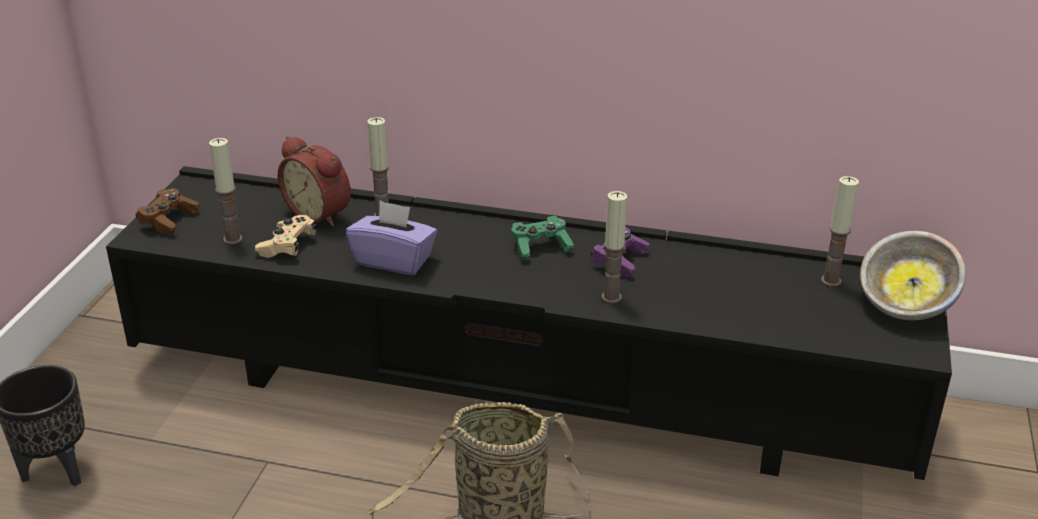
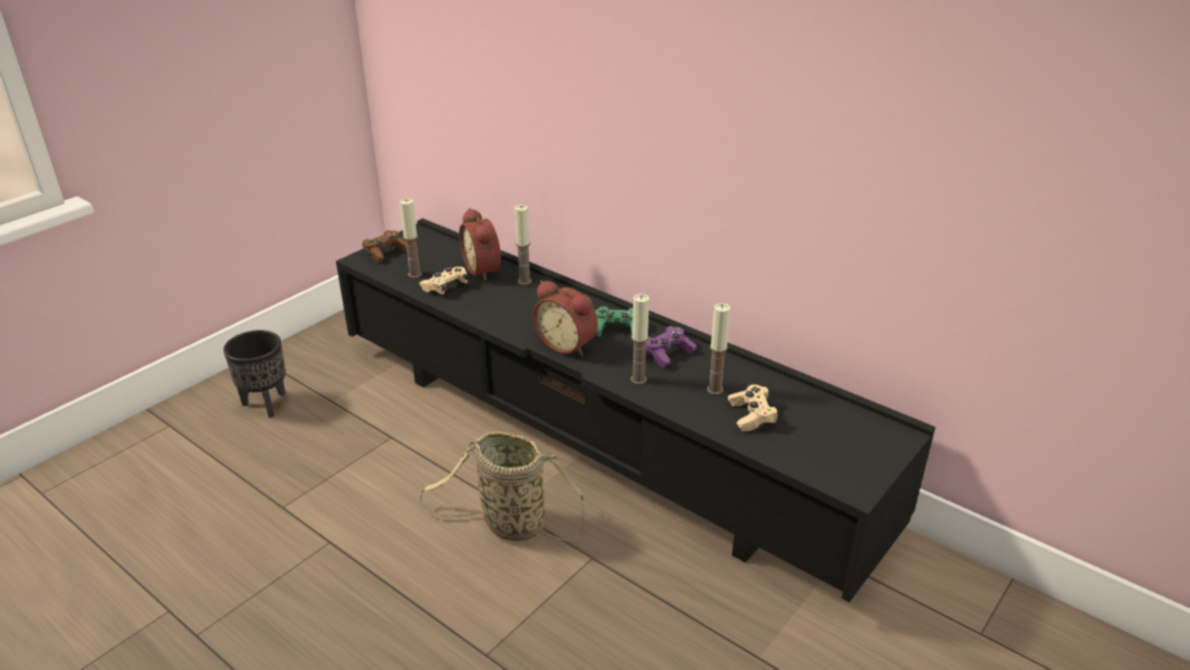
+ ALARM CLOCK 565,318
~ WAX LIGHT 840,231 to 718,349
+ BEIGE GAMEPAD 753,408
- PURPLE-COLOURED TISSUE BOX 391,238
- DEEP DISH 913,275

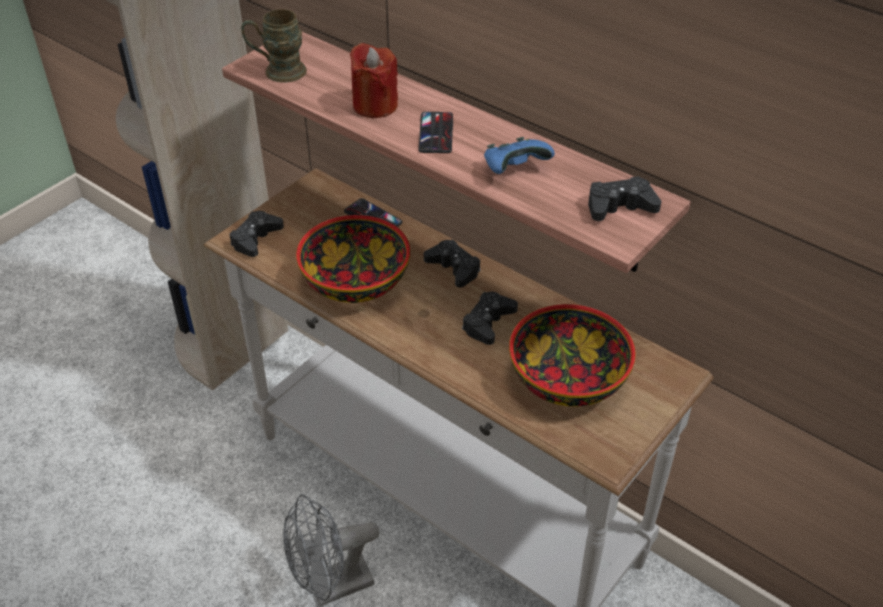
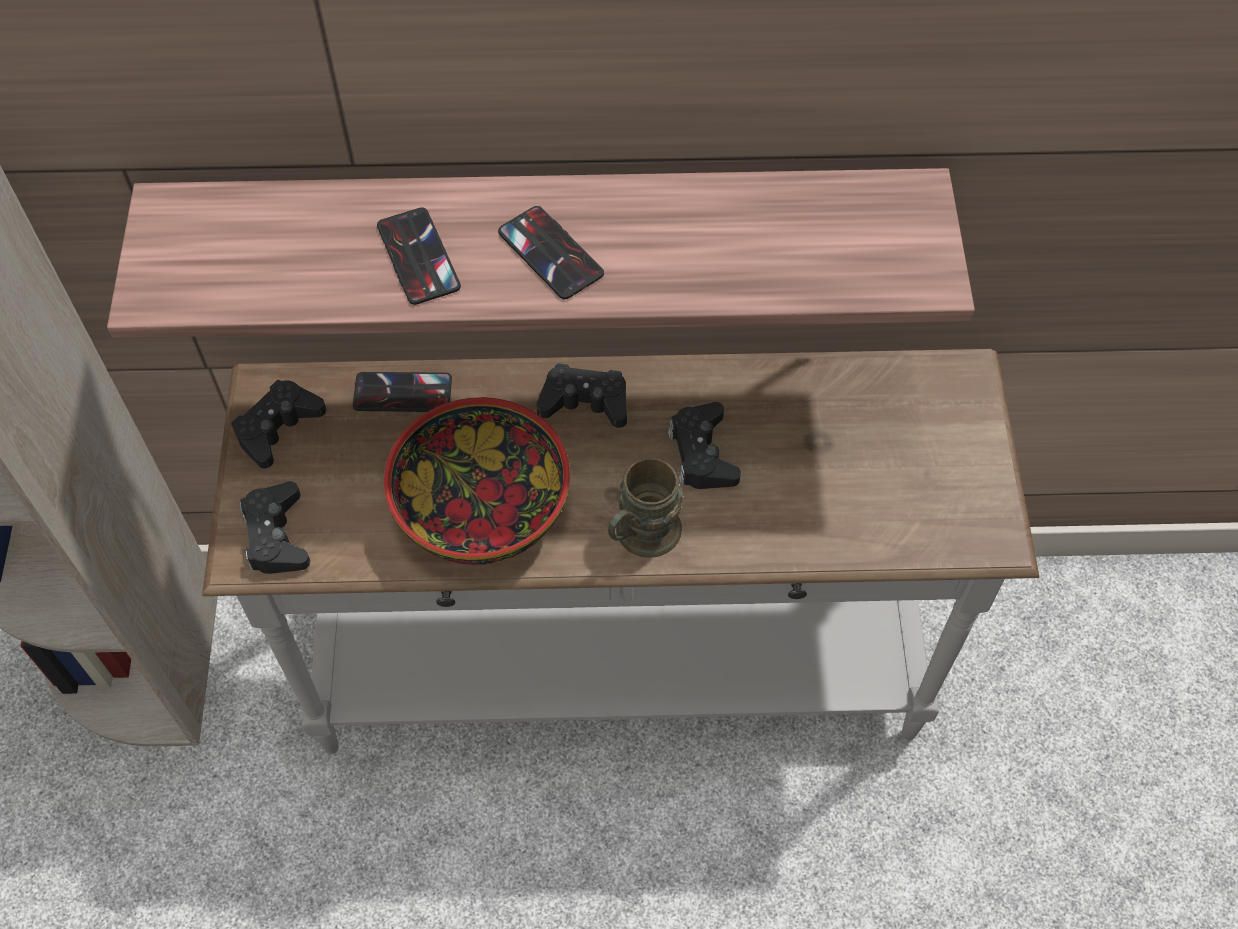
~ BLACK-COLOURED GAMEPAD 624,198 to 278,424
~ RED WAX LIGHT 374,80 to HANDSET 419,256
~ BROWN-COLOURED COFFEE MUG 274,46 to 645,508
- GREYISH ELECTRIC FAN 331,550
- BLUE GAMEPAD 519,155
- DEEP DISH 572,355

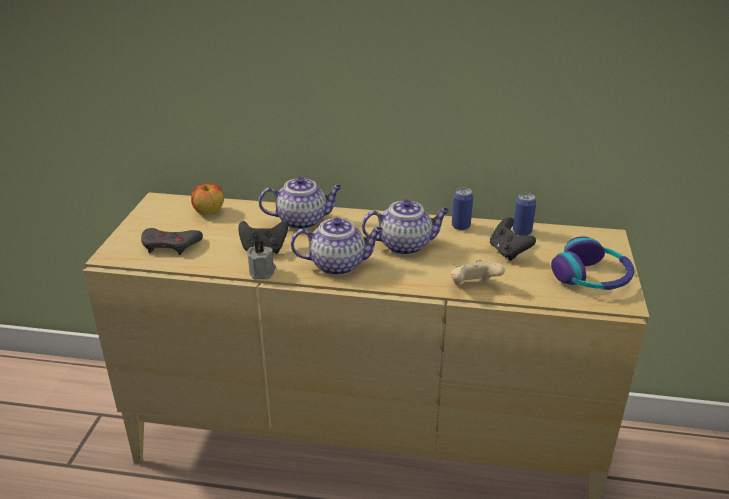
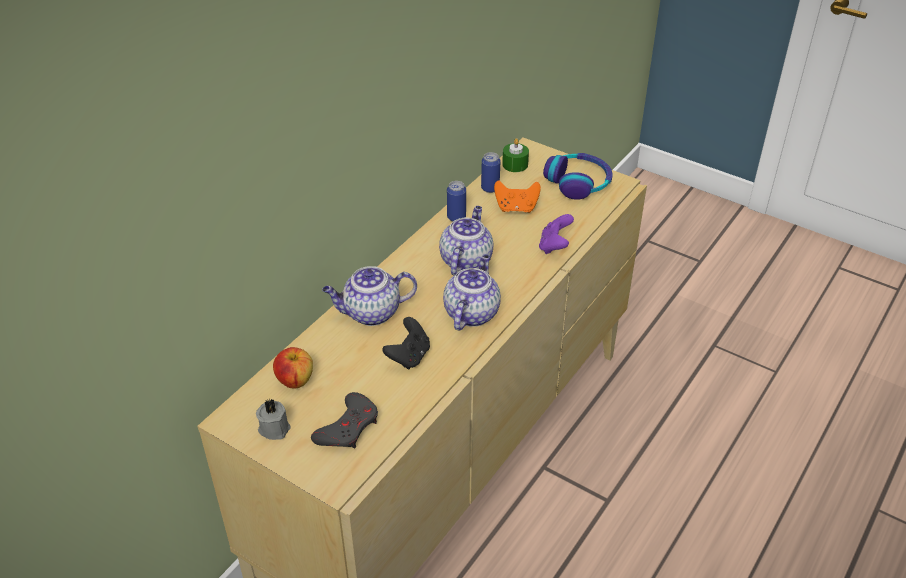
~ GREYISH WAX LIGHT 261,260 to 273,419
~ TEA POT 300,203 = 369,296 120 degrees counterclockwise
~ BLACK-COLOURED GAMEPAD 513,239 to ORANGE-COLOURED GAMEPAD 517,197
+ GREEN-COLOURED WAX LIGHT 515,155
~ BEIGE GAMEPAD 478,272 to PURPLE-COLOURED GAMEPAD 556,234

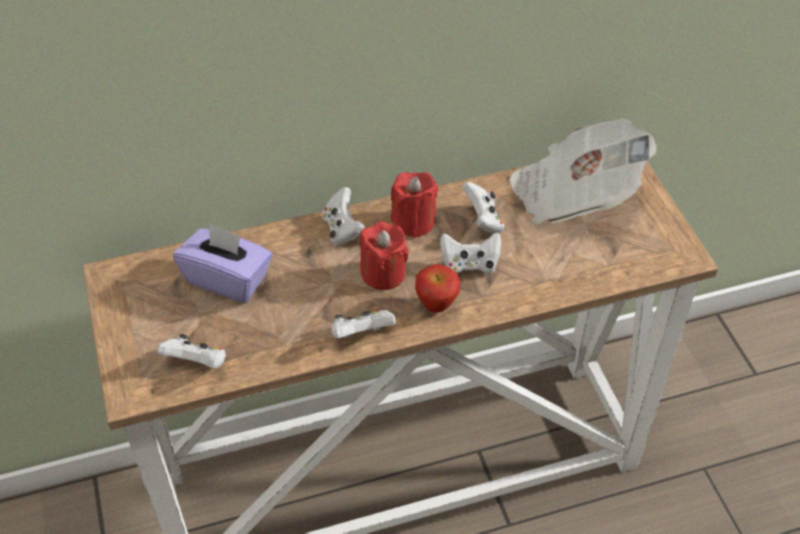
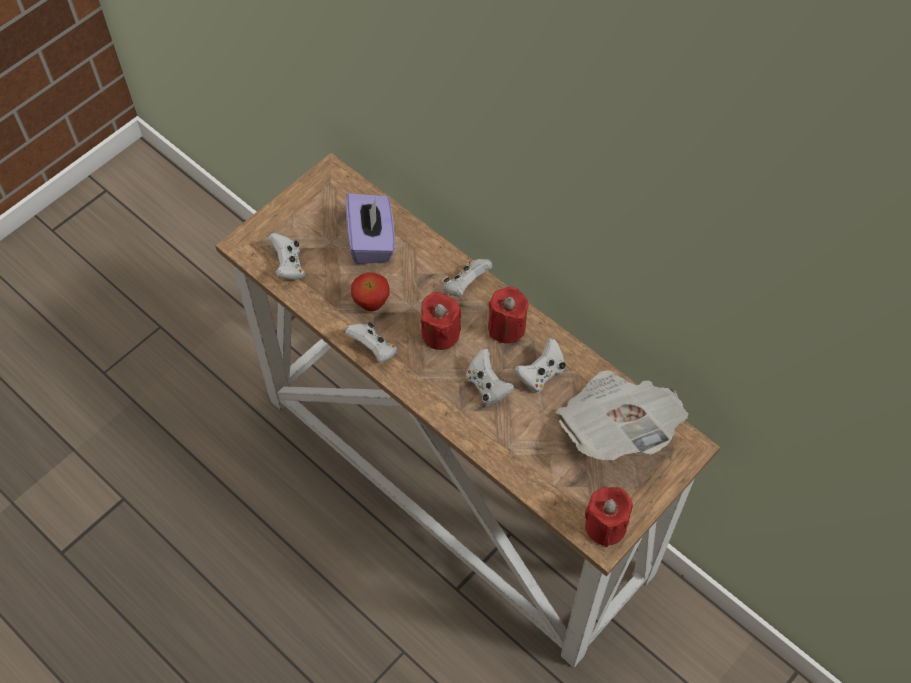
~ WHOLE APPLE 437,288 to 370,292
+ RED WAX LIGHT 609,517

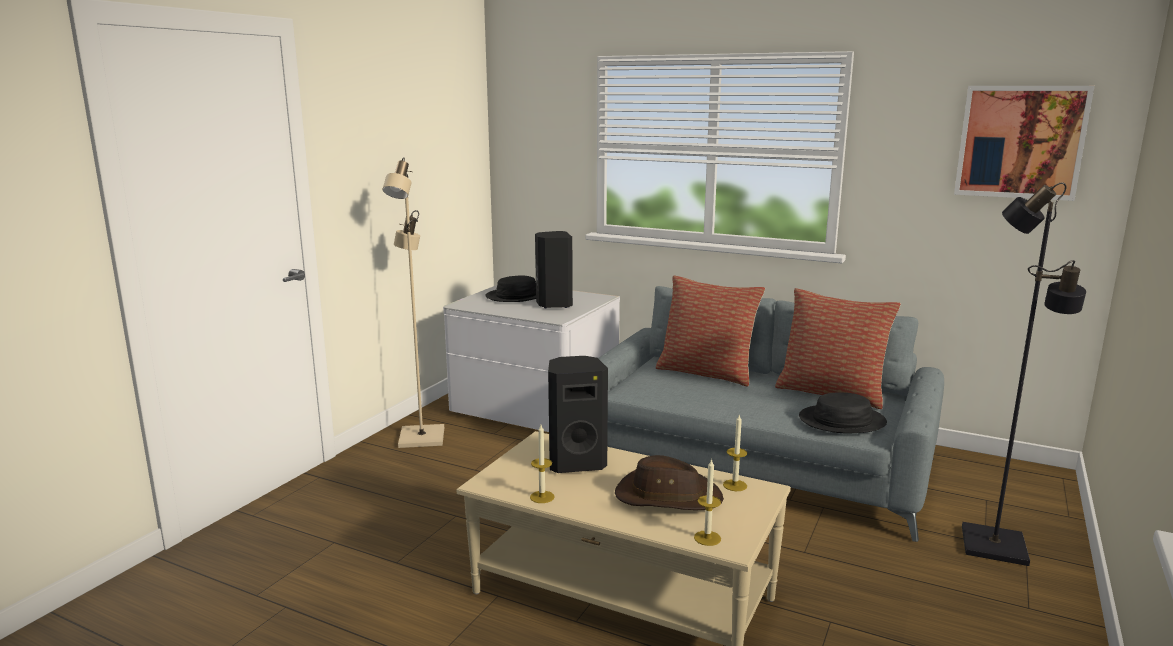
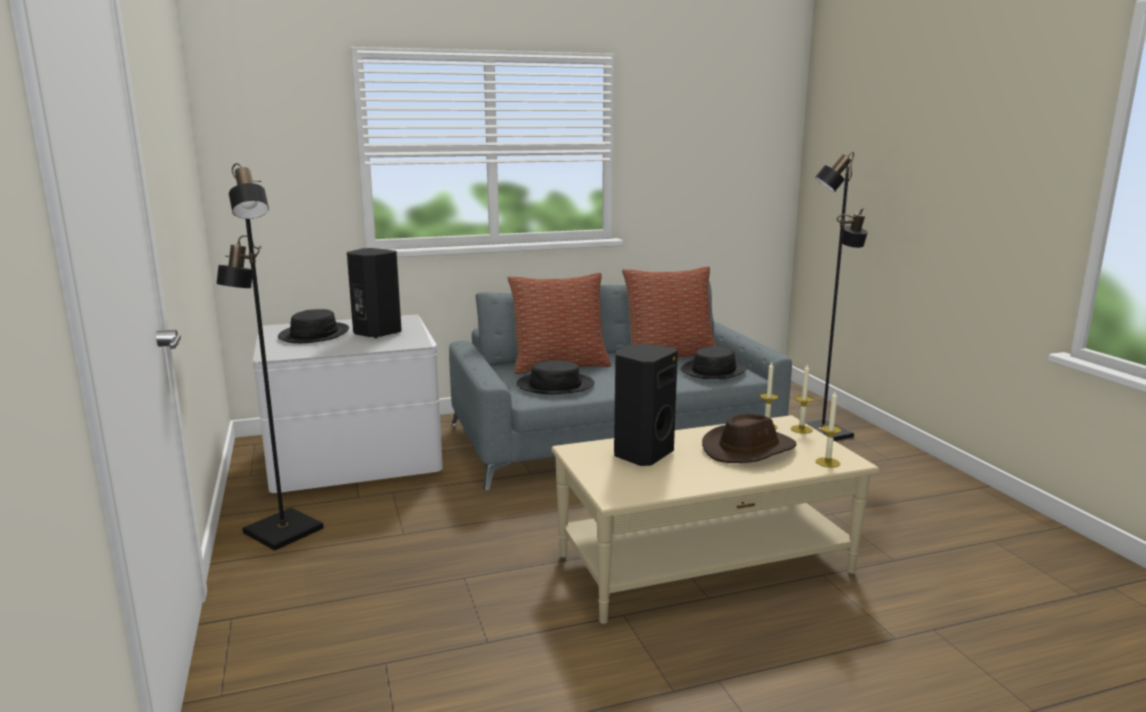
~ BEIGE FLOOR LAMP 413,302 to BLACK-COLOURED FLOOR LAMP 270,356
+ BLACK-COLOURED WEARABLE HAT 555,377
~ WAX LIGHT 542,464 to 802,399
- WALL PICTURE 1024,143

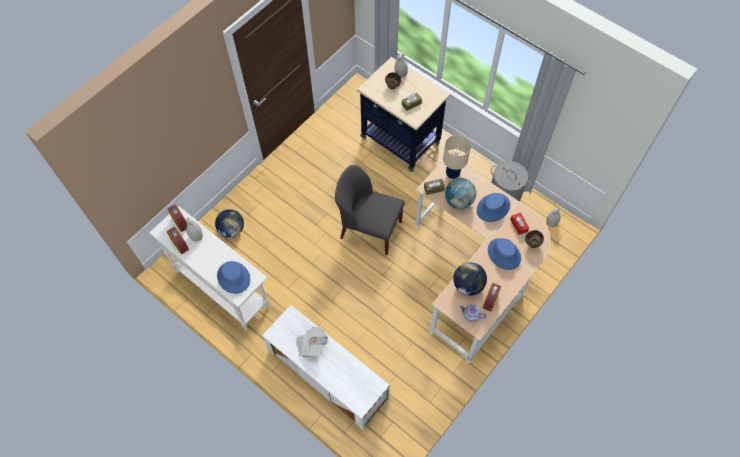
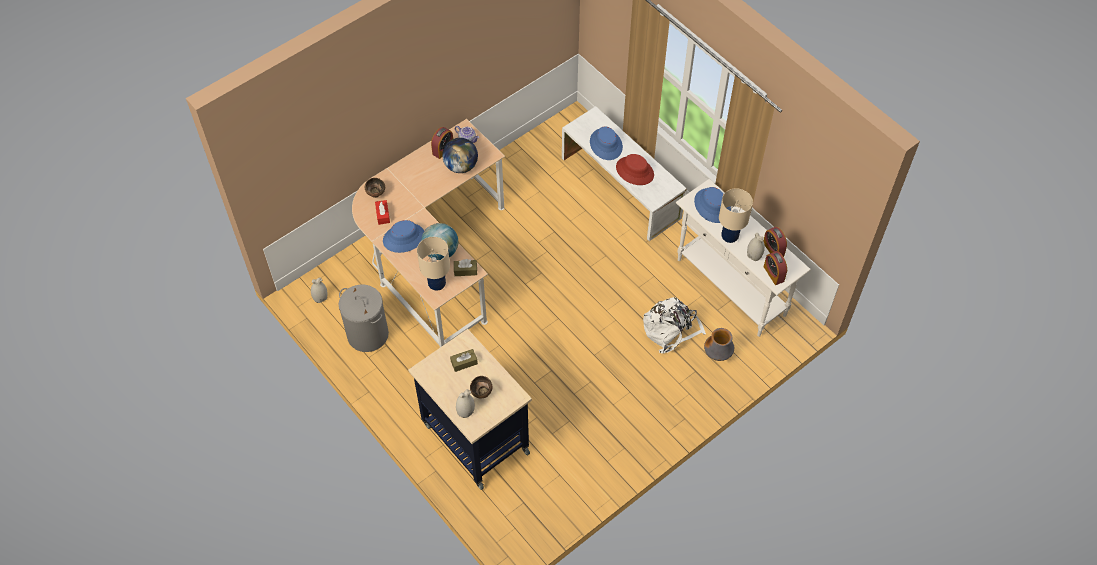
~ BLUE WEARABLE HAT 504,254 to 606,143
~ DAILY PAPER 311,342 to RED WEARABLE HAT 635,169
+ WHITE RUCKSACK 674,325
~ WORLD GLOBE 229,223 to DECORATIVE VASE 719,344
+ BEIGE TABLETOP LAMP 736,215
- GREYISH UPRIGHT CHAIR 370,210

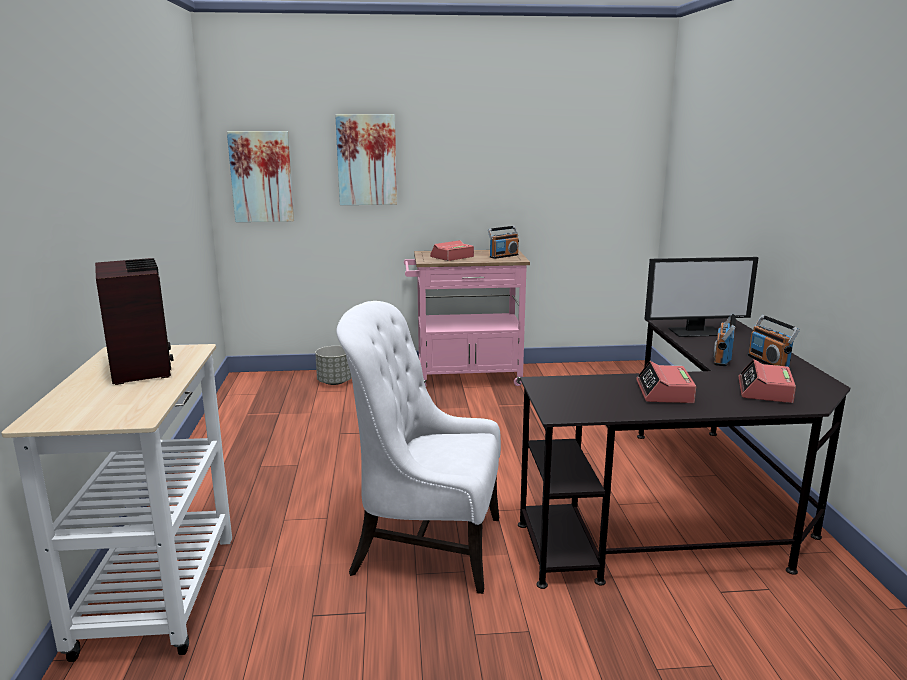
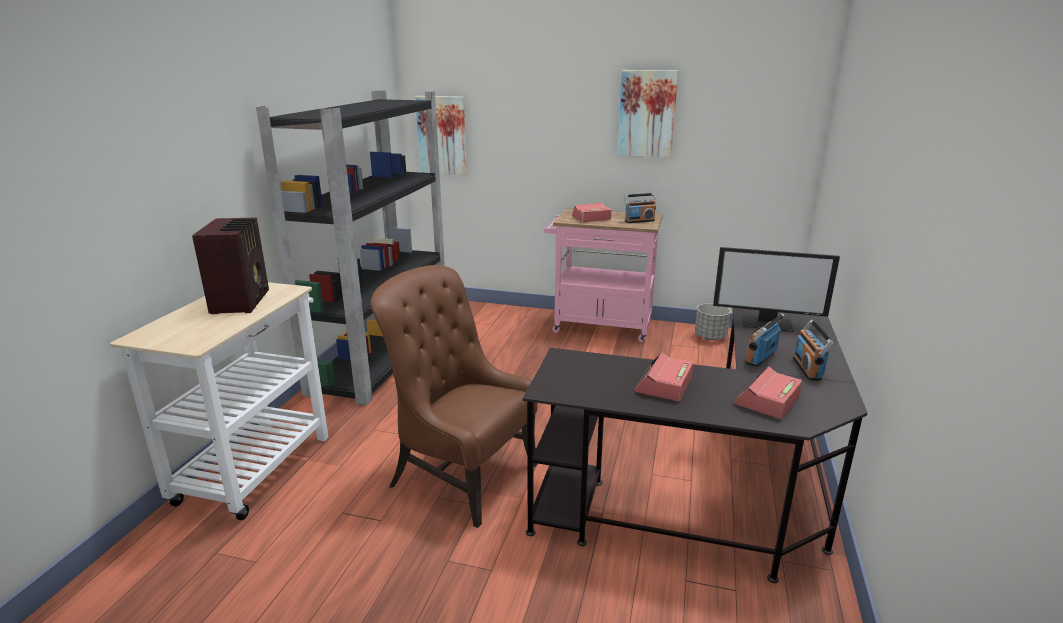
+ BLACK-COLOURED BOOKCASE 350,248
~ WHITE UPRIGHT CHAIR 418,447 to BROWN-COLOURED UPRIGHT CHAIR 454,396
~ WALL PICTURE 366,159 to 647,114
~ GREYISH PLANTER 333,365 to 713,321

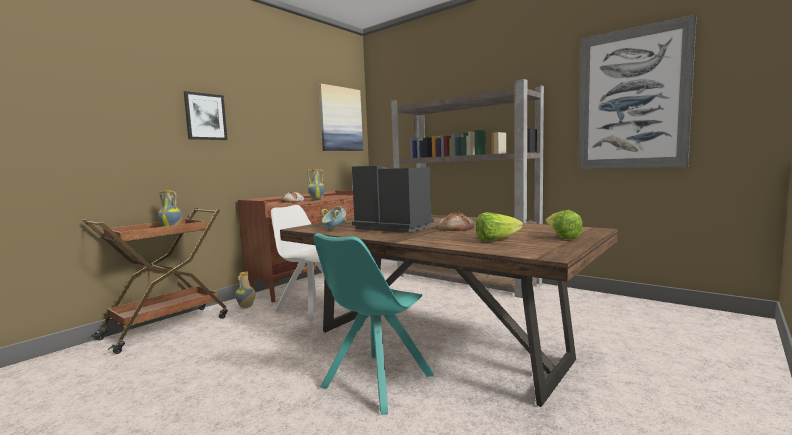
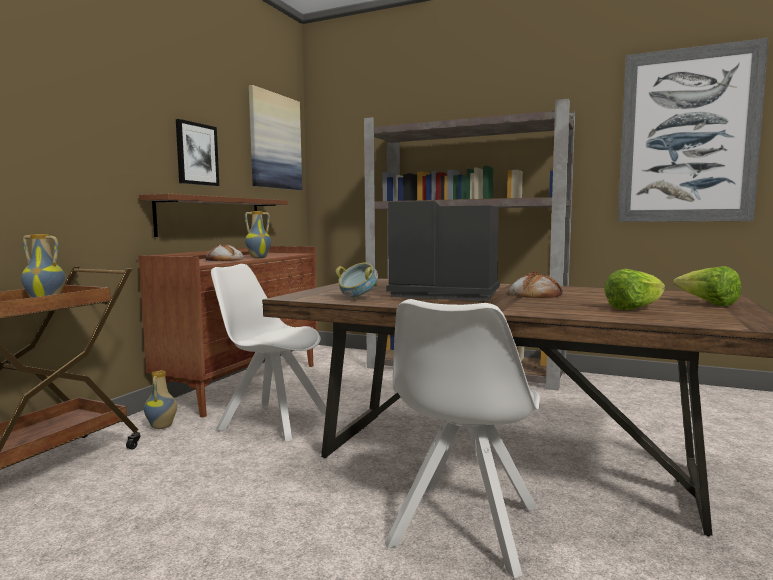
+ BROWN-COLOURED SHELF 213,215
~ WALL PICTURE 205,115 to 197,152
~ TURQUOISE-COLOURED UPRIGHT CHAIR 373,324 to WHITE UPRIGHT CHAIR 462,439

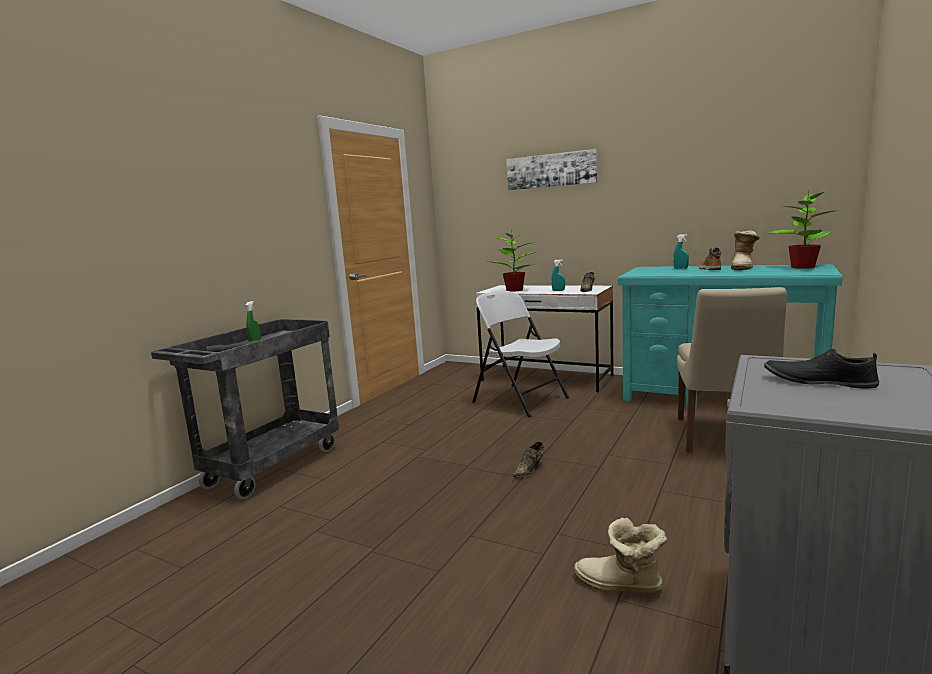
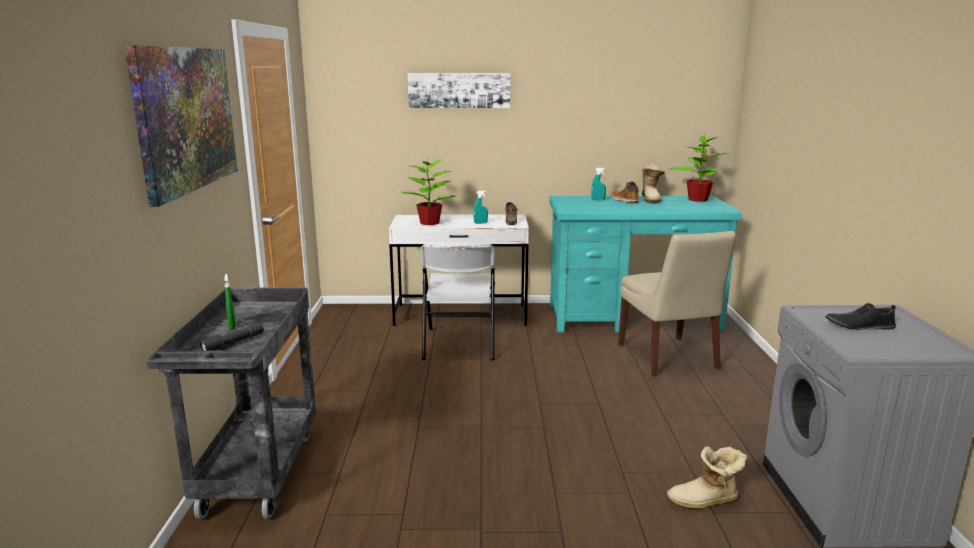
+ WALL PICTURE 181,126
~ WHITE UPRIGHT CHAIR 520,354 = 458,301 105 degrees counterclockwise
- BROWN-COLOURED LOW SHOE 529,460

